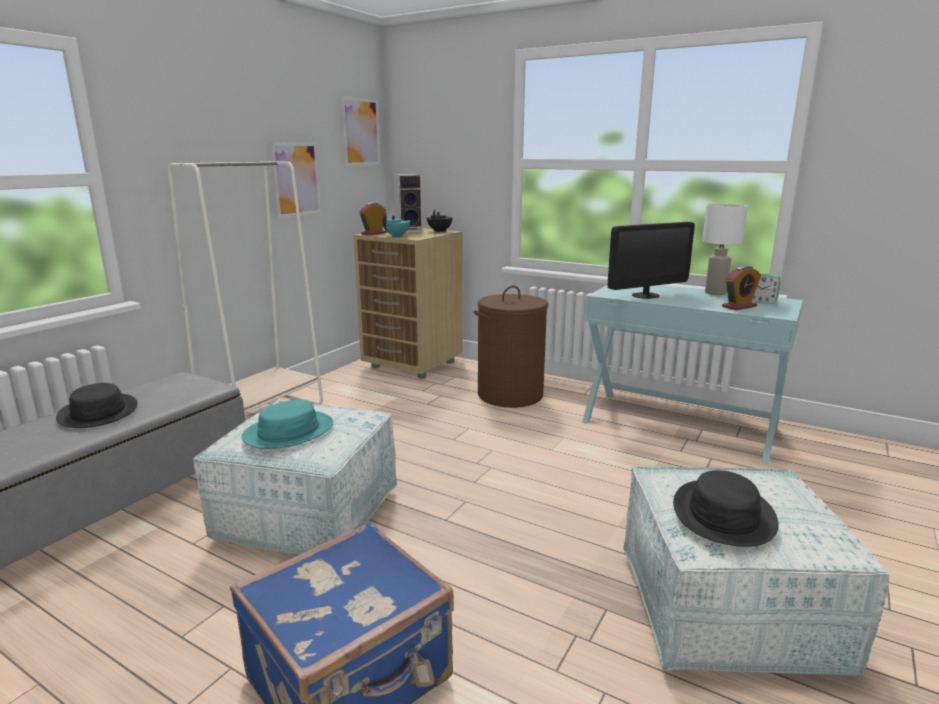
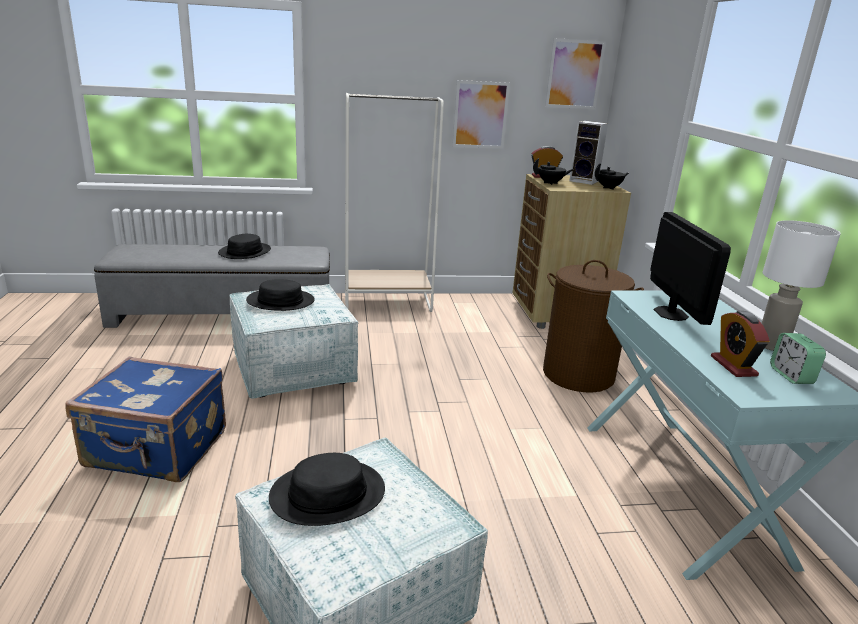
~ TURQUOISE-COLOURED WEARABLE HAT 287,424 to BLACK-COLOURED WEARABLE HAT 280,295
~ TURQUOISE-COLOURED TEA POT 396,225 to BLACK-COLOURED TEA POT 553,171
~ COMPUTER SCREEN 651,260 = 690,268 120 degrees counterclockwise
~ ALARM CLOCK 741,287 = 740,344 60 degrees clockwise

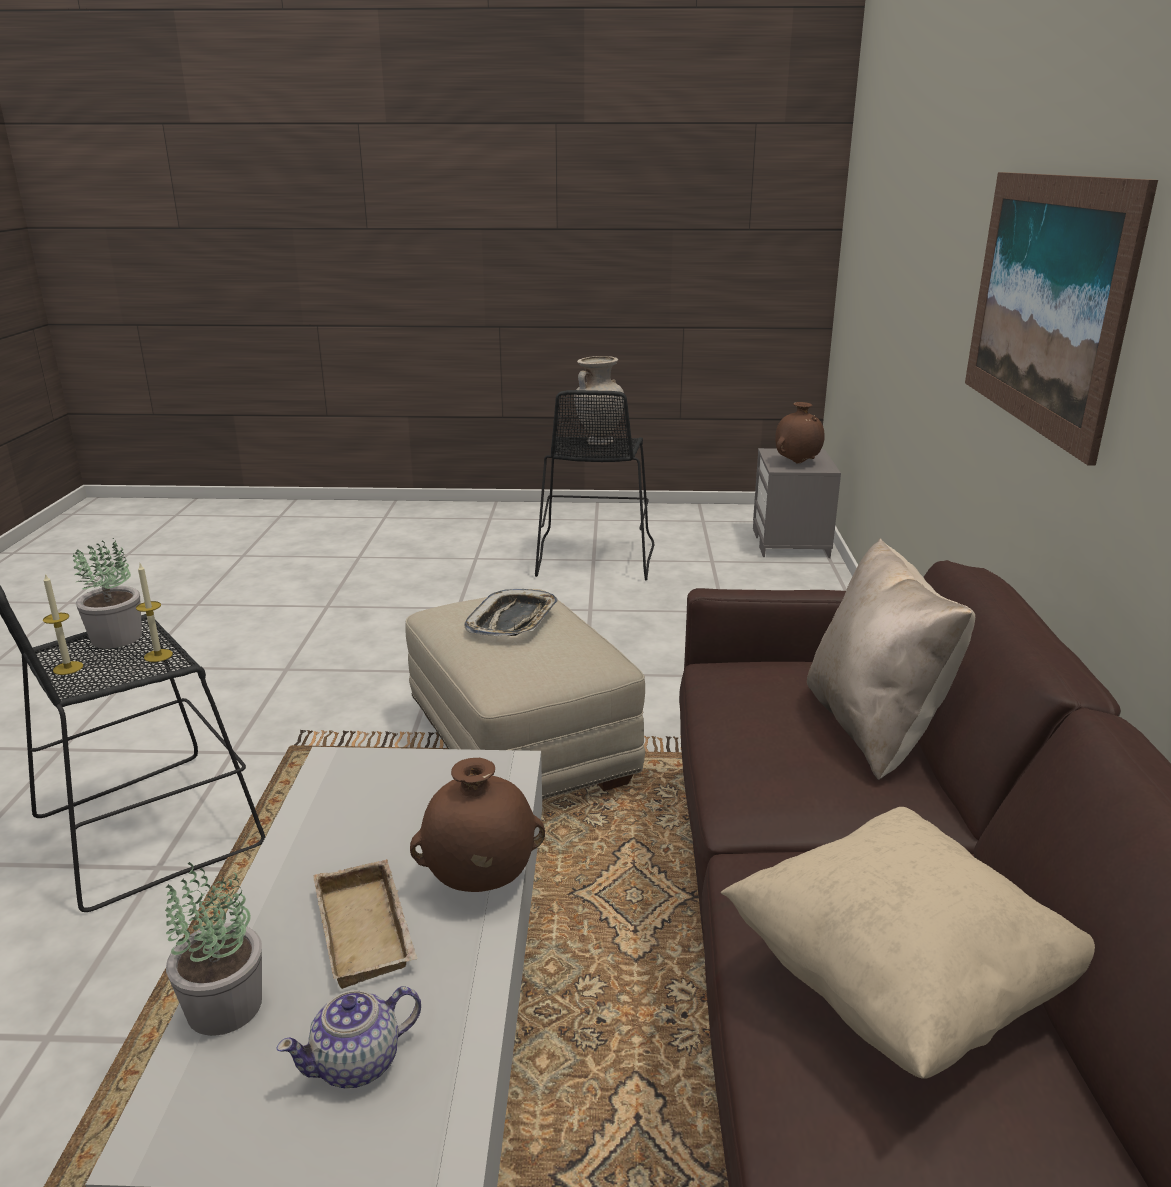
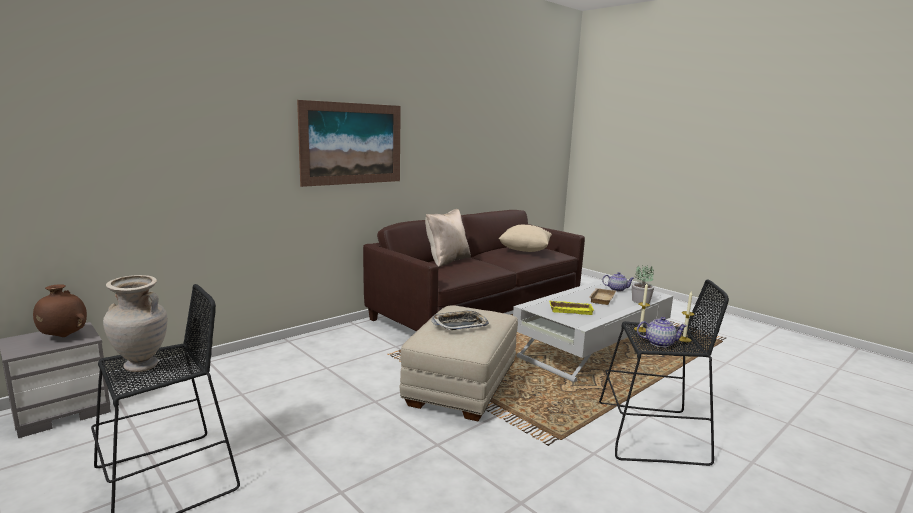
+ YELLOW-COLOURED TRAY 572,307
~ HOUSEPLANT 107,593 to TEA POT 662,332
- BROWN-COLOURED DECORATIVE VASE 477,825

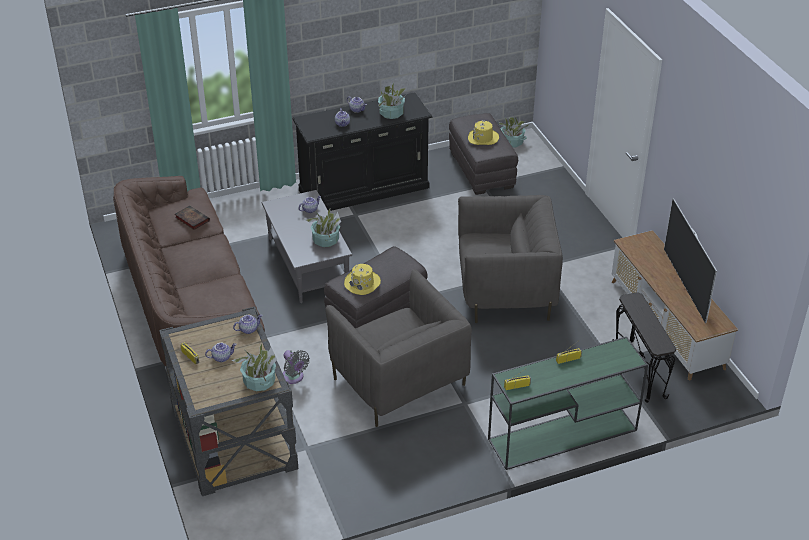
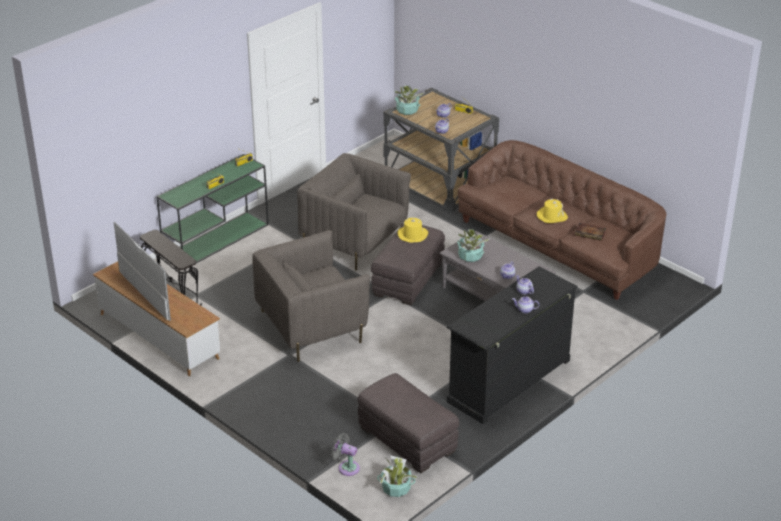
~ GREYISH ELECTRIC FAN 296,367 to 345,454
~ YELLOW-COLOURED WEARABLE HAT 483,132 to 552,211
- HOUSEPLANT 392,101

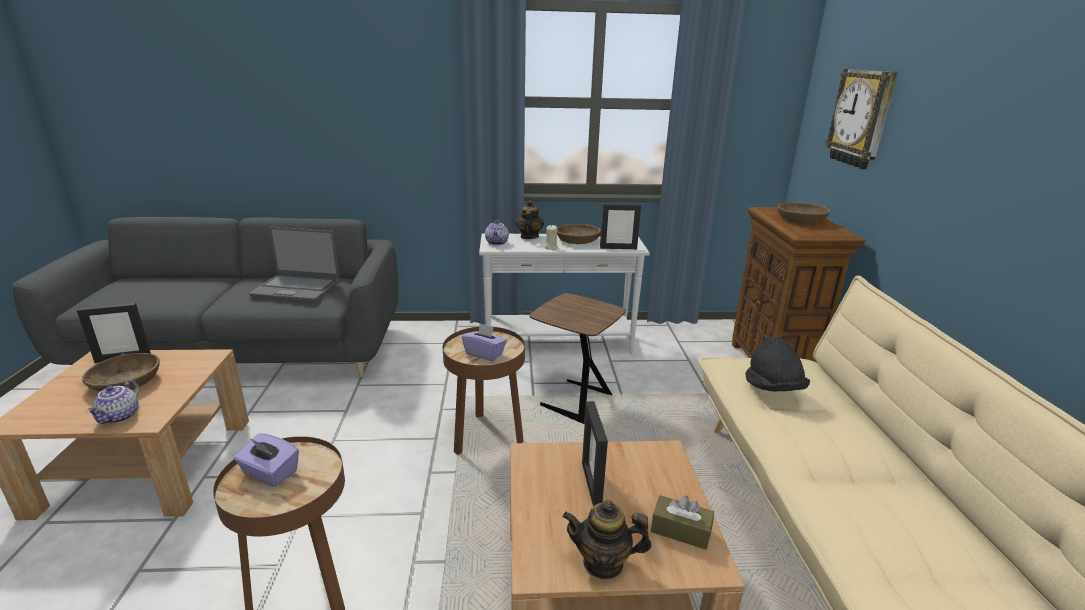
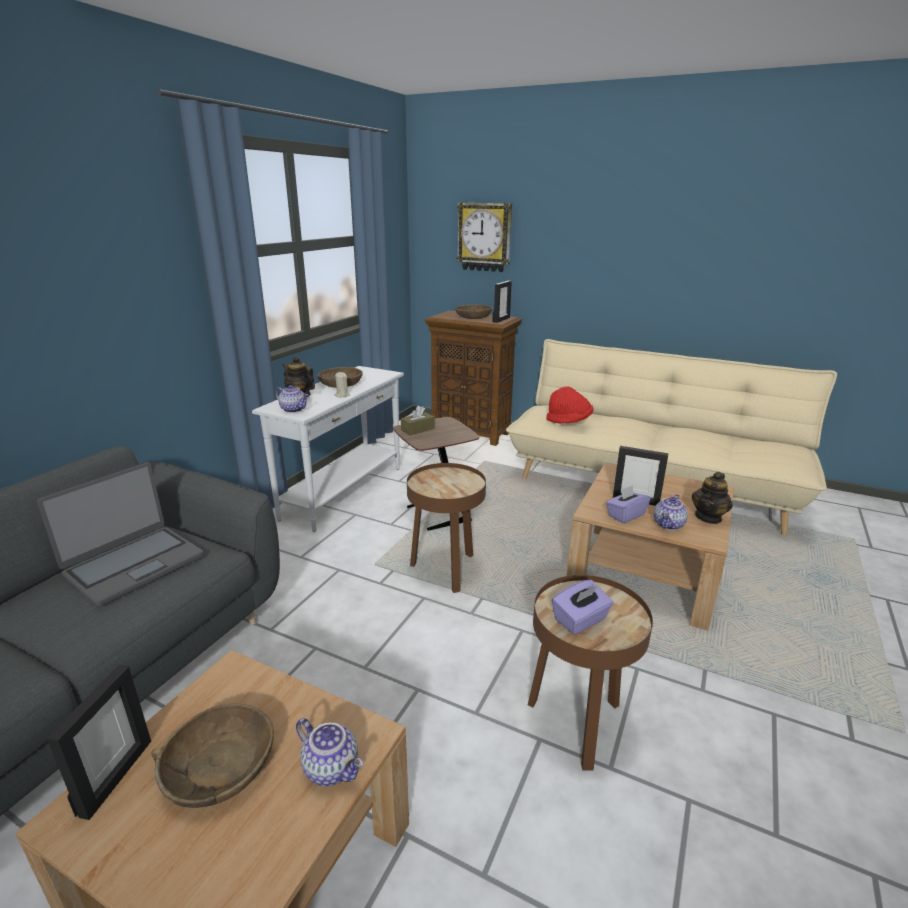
~ BROWN-COLOURED TISSUE BOX 682,522 to 417,420
~ PICTURE FRAME 620,226 to 502,302
~ BLACK-COLOURED WEARABLE HAT 777,364 to RED WEARABLE HAT 569,405
~ PURPLE-COLOURED TISSUE BOX 484,342 to 628,504
+ TEA POT 671,512

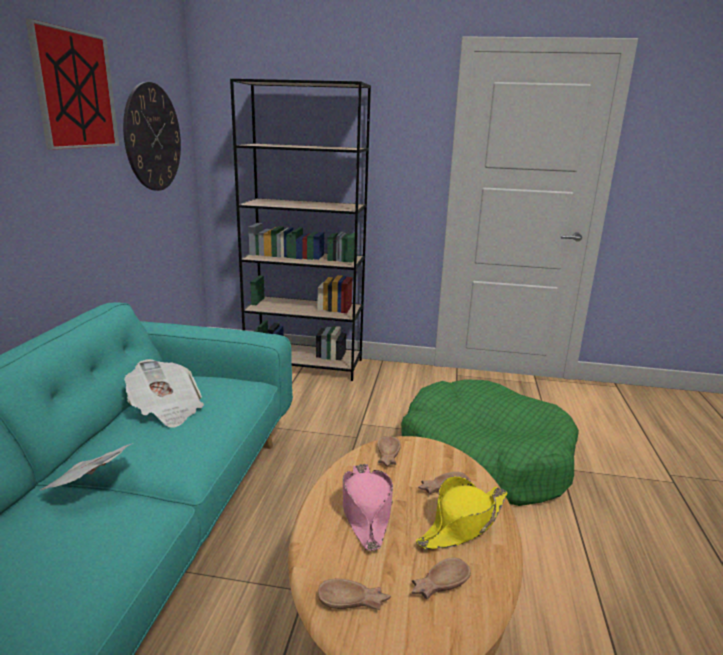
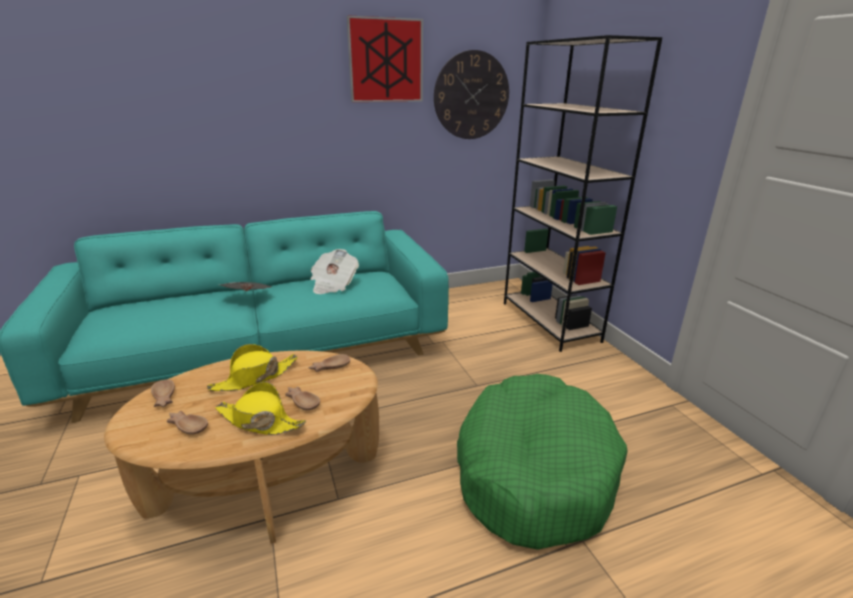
~ PINK WEARABLE HAT 368,507 to YELLOW-COLOURED WEARABLE HAT 252,367

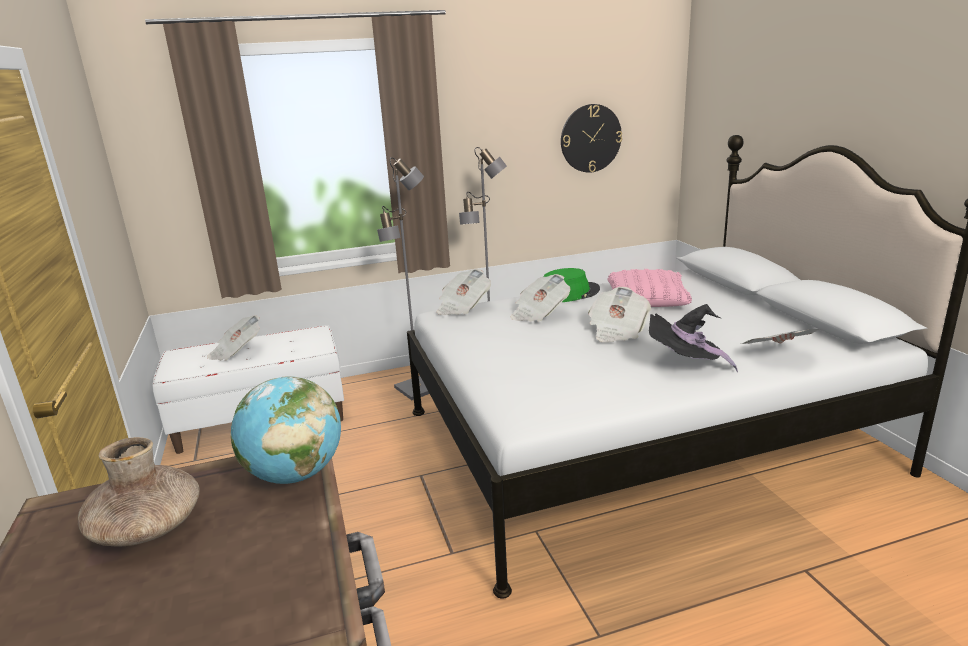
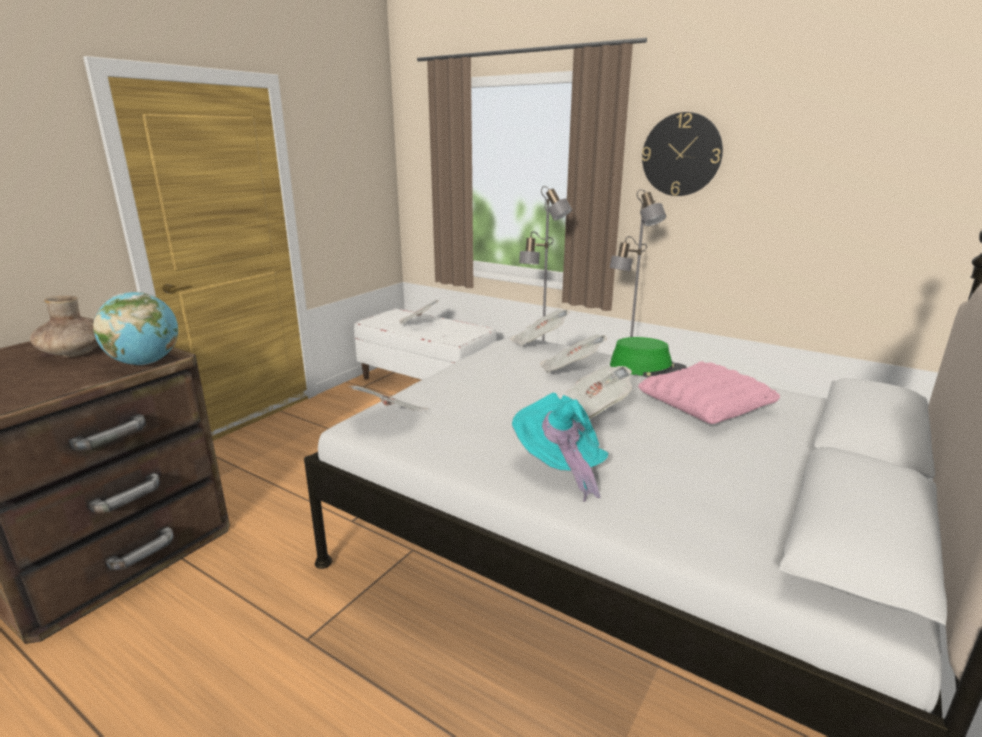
~ DAILY PAPER 781,336 to 388,398
~ BLACK-COLOURED WEARABLE HAT 693,338 to TURQUOISE-COLOURED WEARABLE HAT 560,447
~ WALL CLOCK 591,138 to 682,154

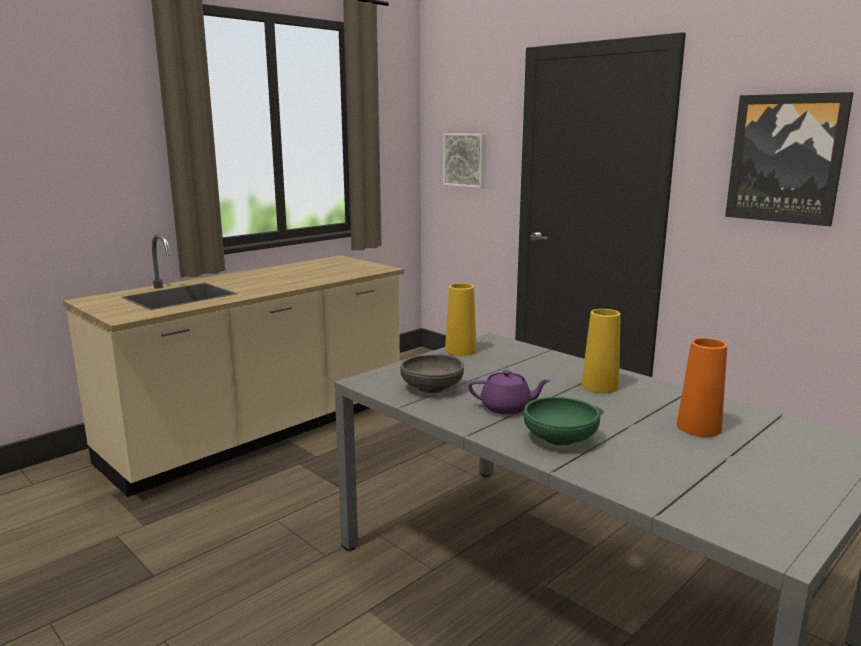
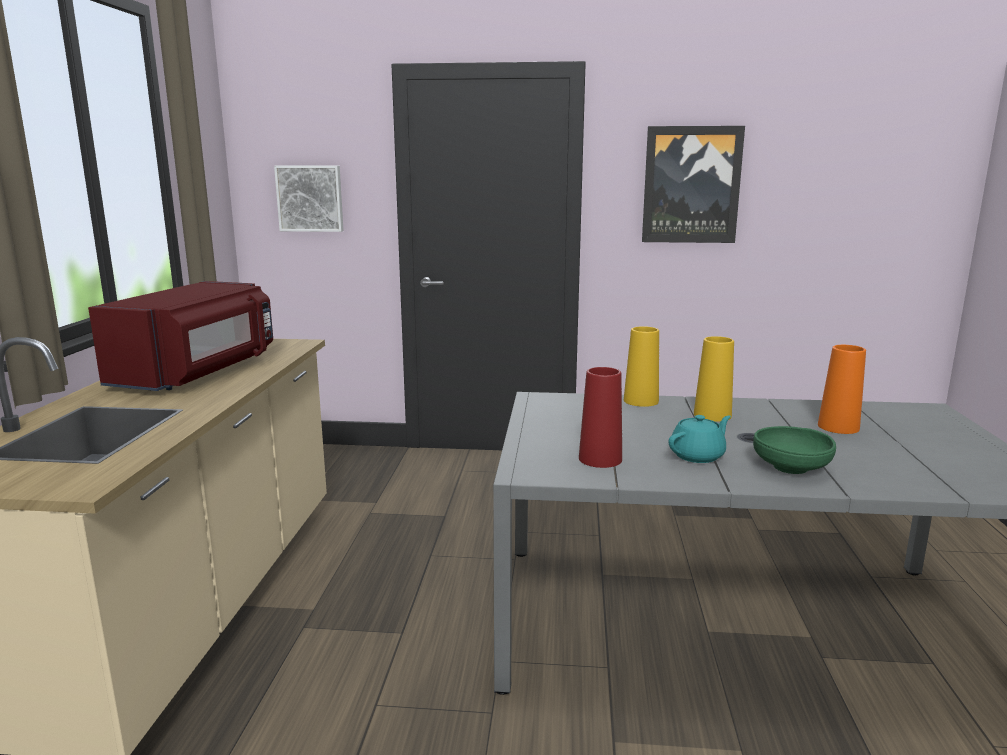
+ RED MICROWAVE 180,336
~ GREYISH DEEP DISH 432,373 to RED DECORATIVE VASE 600,417
~ YELLOW-COLOURED DECORATIVE VASE 461,319 to 641,366
~ PURPLE-COLOURED TEA POT 509,392 to TURQUOISE-COLOURED TEA POT 700,439

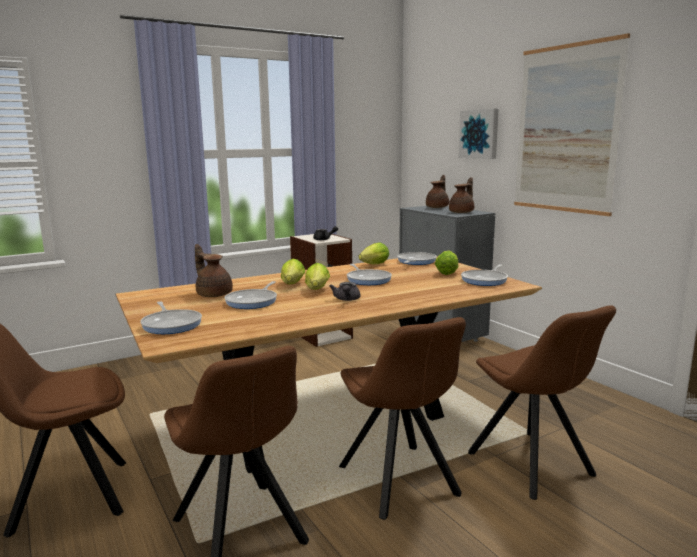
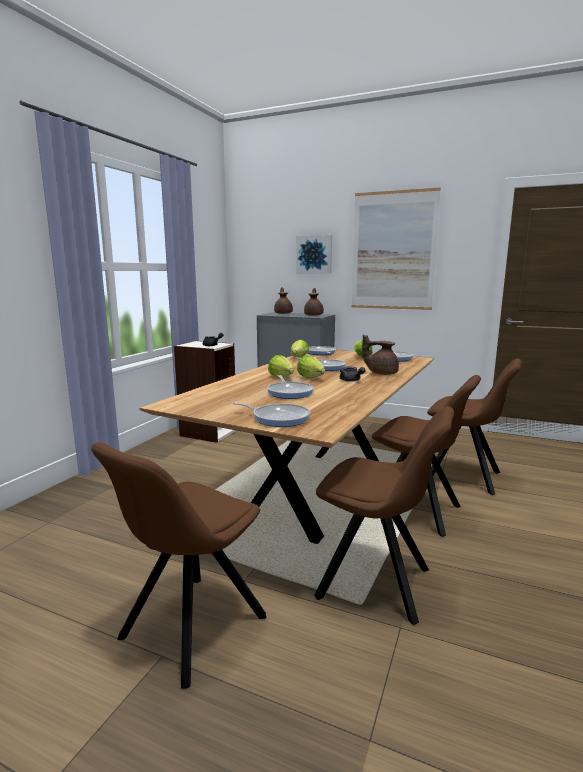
~ BROWN-COLOURED TEA POT 214,270 to 380,354

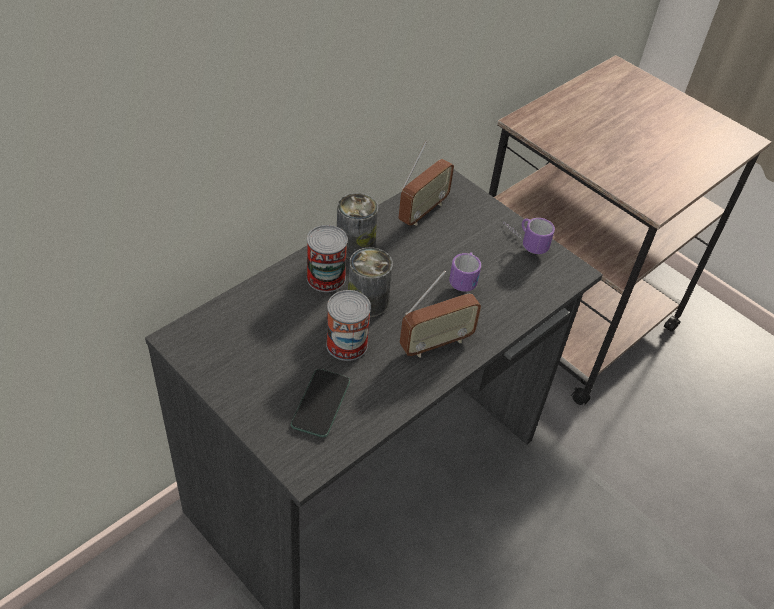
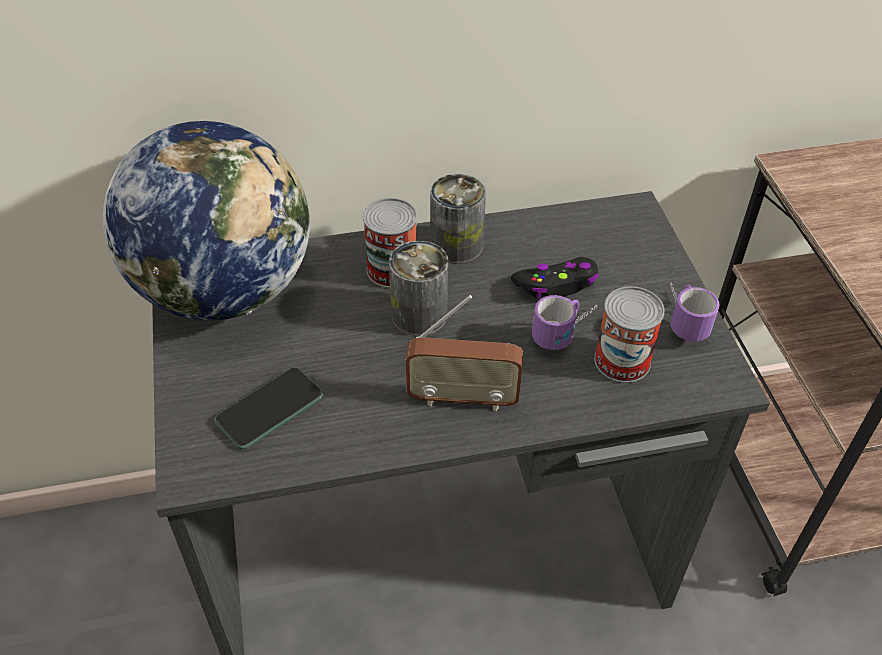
+ WORLD GLOBE 206,221
+ BLACK-COLOURED GAMEPAD 555,277
~ METAL CAN 348,325 to 629,334
- RADIO SET 426,183

